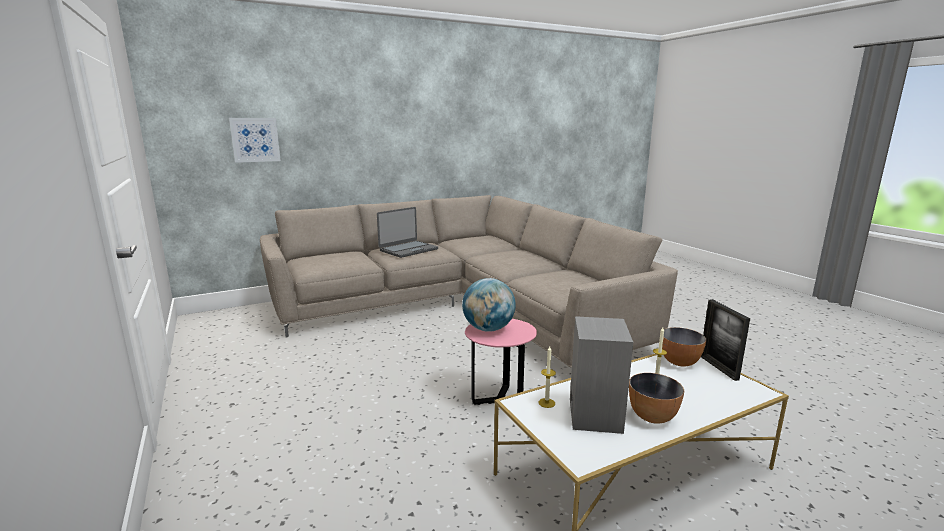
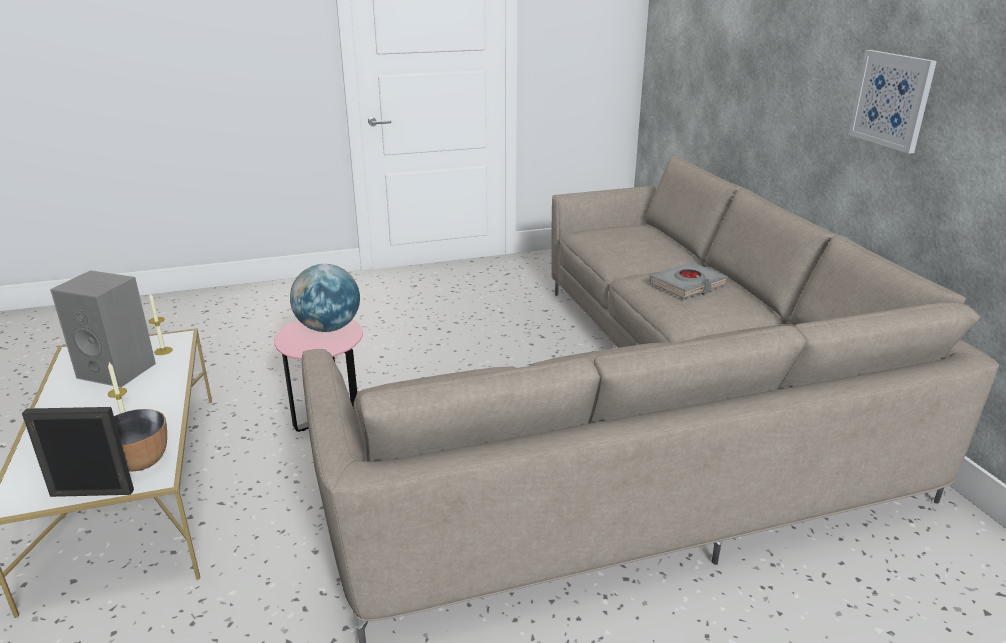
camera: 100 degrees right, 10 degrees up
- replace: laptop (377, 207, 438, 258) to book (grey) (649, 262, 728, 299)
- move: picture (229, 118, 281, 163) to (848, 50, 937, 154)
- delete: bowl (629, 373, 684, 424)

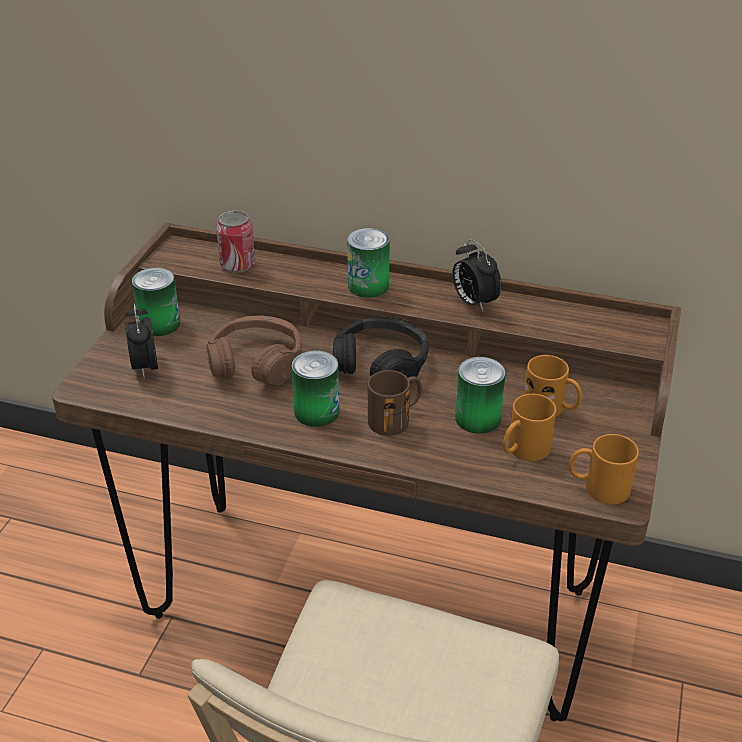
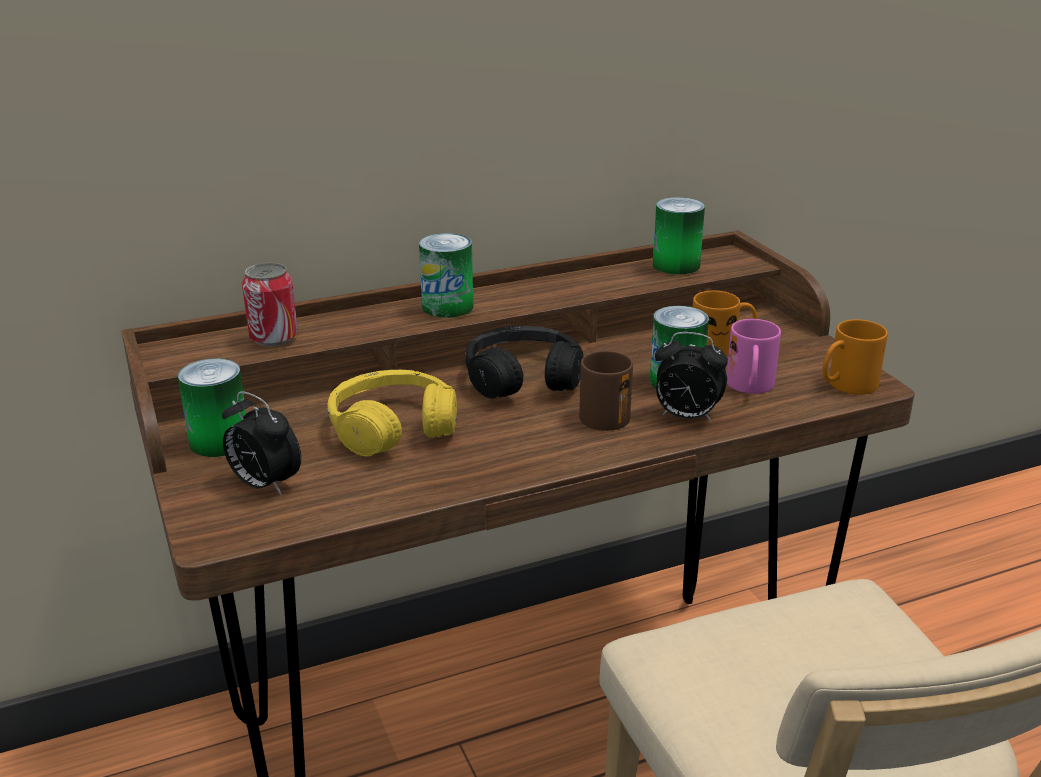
camera: 40 degrees left, 10 degrees down
- recolor: headphones (brown) (207, 315, 302, 385) to headphones (yellow) (327, 370, 457, 457)
- move: can (292, 350, 339, 427) to (653, 197, 705, 275)
- move: alarm clock (452, 239, 501, 312) to (655, 332, 728, 422)
- recolor: mug (orange) (503, 394, 556, 461) to mug (pink) (727, 319, 781, 394)

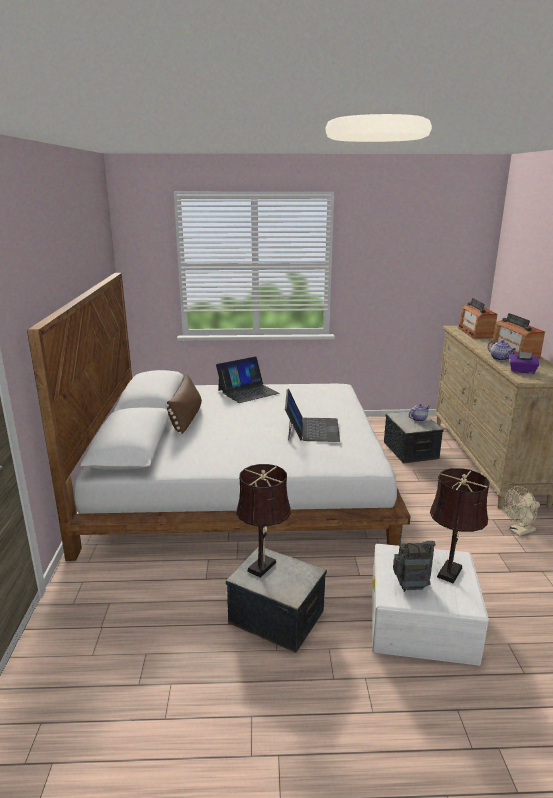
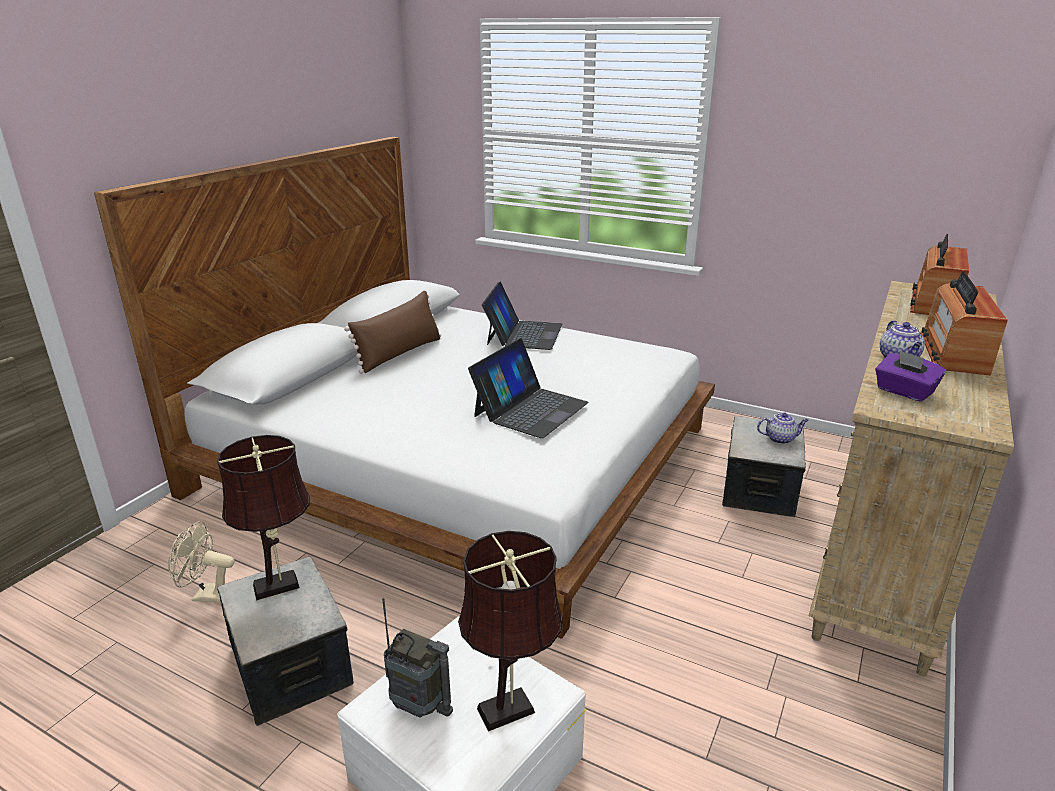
camera: 30 degrees right, 5 degrees up
- move: fan (beige) (504, 486, 540, 536) to (168, 521, 234, 603)
- rotate: laptop (216, 357, 279, 403) = (482, 282, 562, 350) 75 degrees counterclockwise

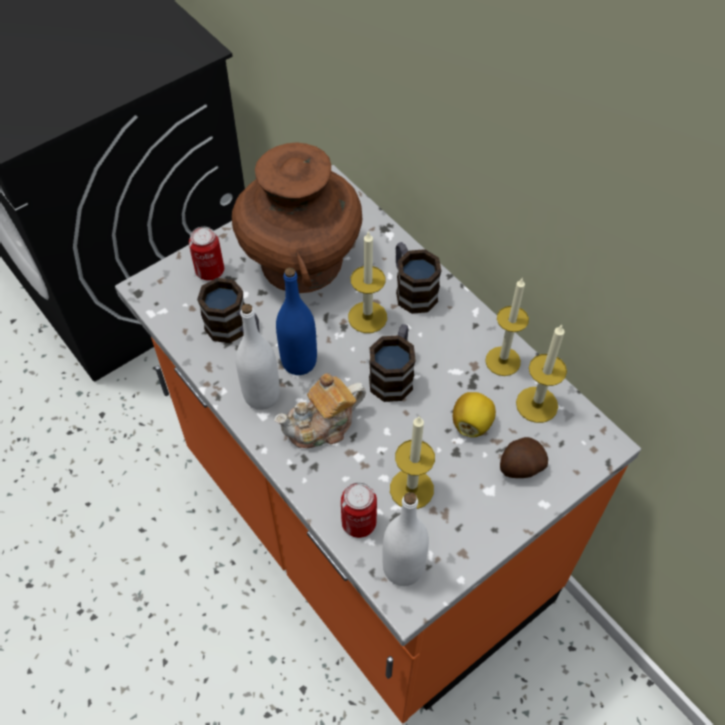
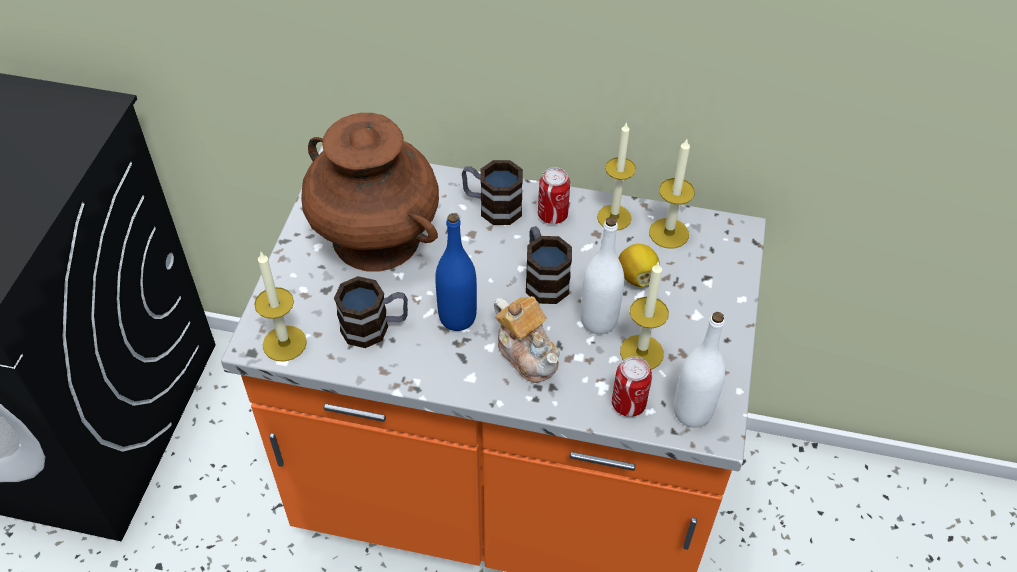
camera: 40 degrees left, 5 degrees down
- move: candle (348, 231, 387, 333) to (254, 252, 307, 362)
- rotate: teapot (274, 373, 366, 448) = (494, 296, 560, 383) 60 degrees counterclockwise
- move: can (189, 227, 224, 280) to (538, 167, 570, 224)
- move: bottle (white) (236, 304, 280, 410) to (580, 217, 624, 334)
- delete: potato (500, 437, 548, 478)

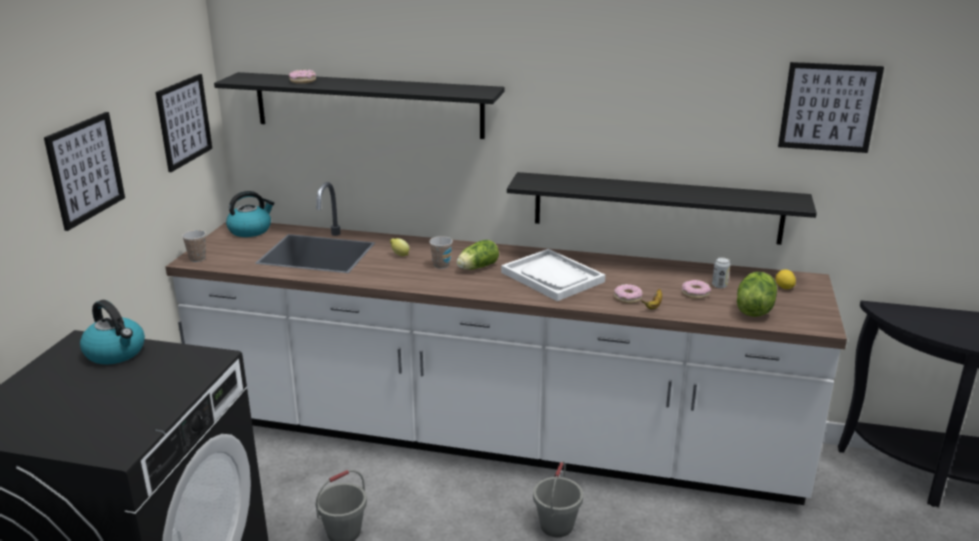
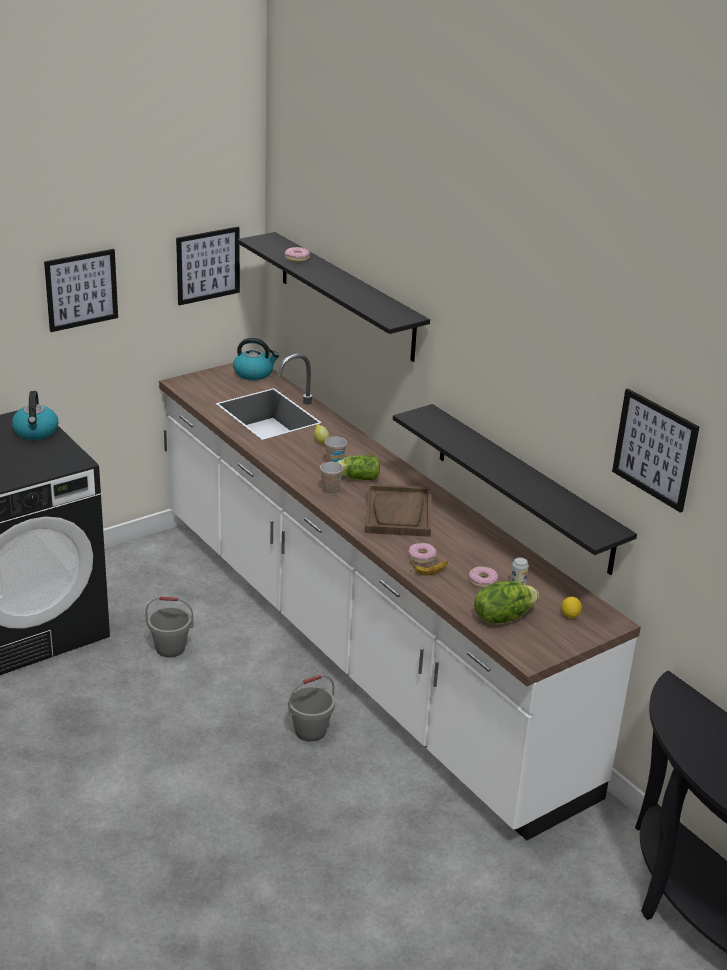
camera: 40 degrees right, 5 degrees up
- move: cup (182, 230, 206, 262) to (320, 462, 343, 494)
- recolor: tray (white) (501, 249, 605, 301) to tray (brown) (365, 484, 431, 537)

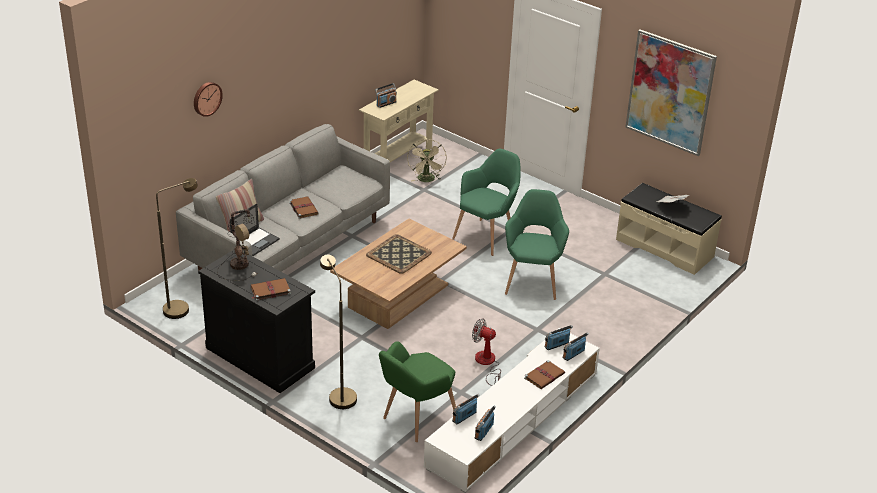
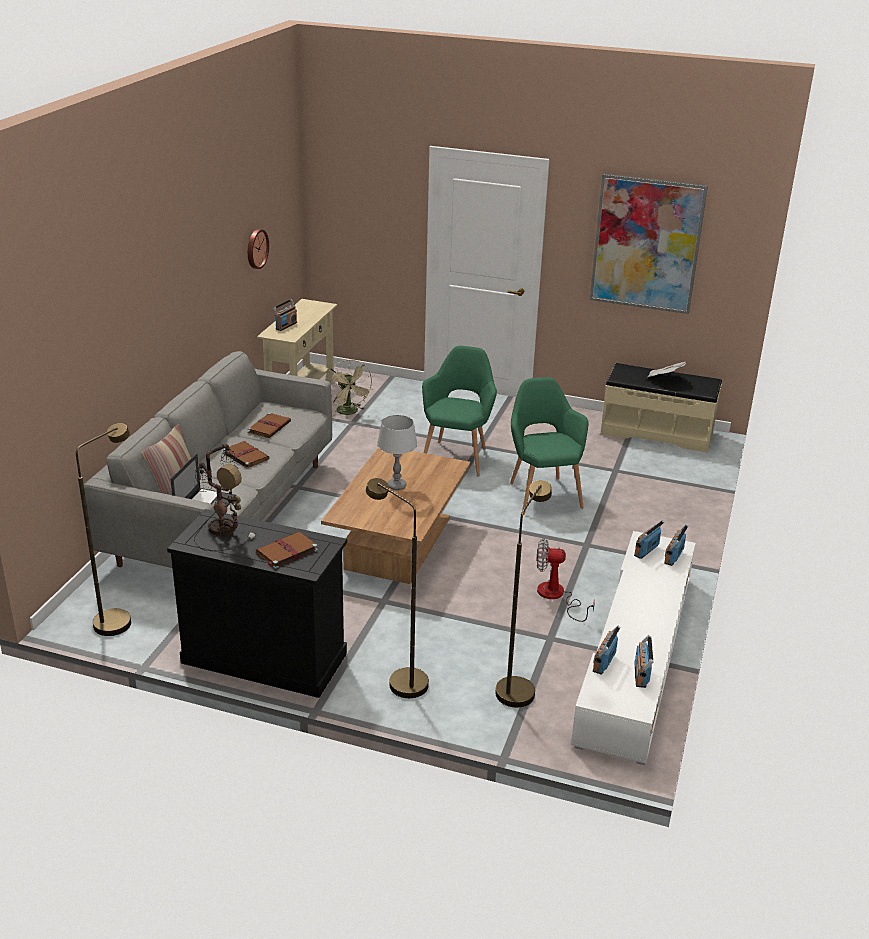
camera: 20 degrees left, 5 degrees down
- move: wall clock (194, 82, 223, 117) to (248, 229, 269, 269)
- move: book (brown) (524, 360, 565, 389) to (248, 412, 291, 438)
- replace: tray (366, 234, 432, 274) to table lamp (grey) (377, 415, 418, 490)
- replace: armchair (green) (379, 341, 456, 442) to floor lamp (brown) (496, 480, 552, 708)

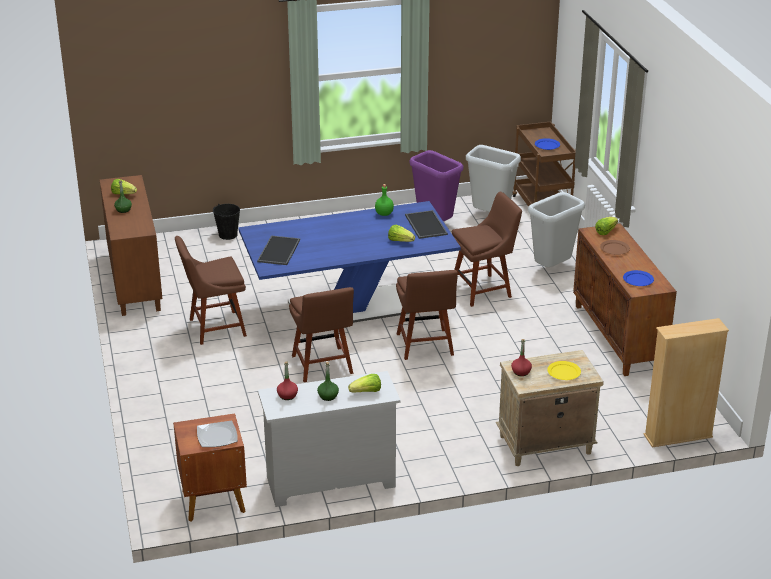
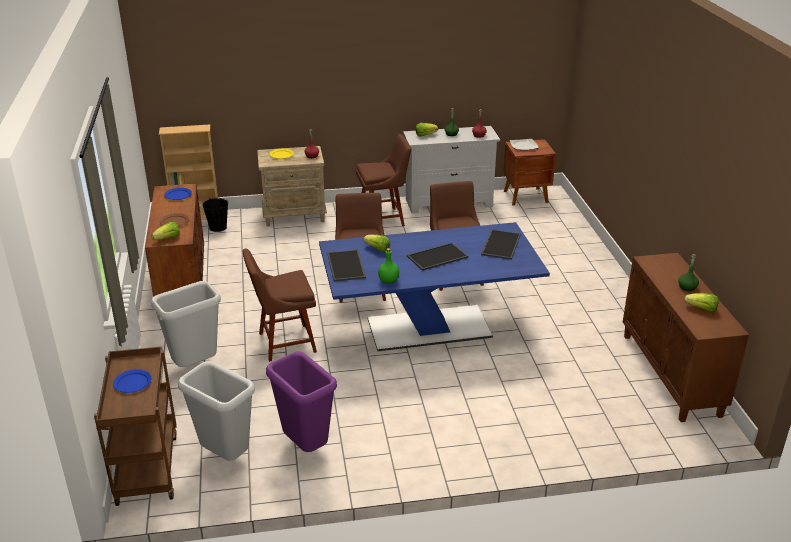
camera: 175 degrees left, 0 degrees up
- move: bucket (black) (213, 204, 240, 240) to (203, 198, 228, 232)
- move: chair (brown) (175, 236, 247, 345) to (356, 134, 411, 226)
- insert: tray (407, 243, 469, 271)

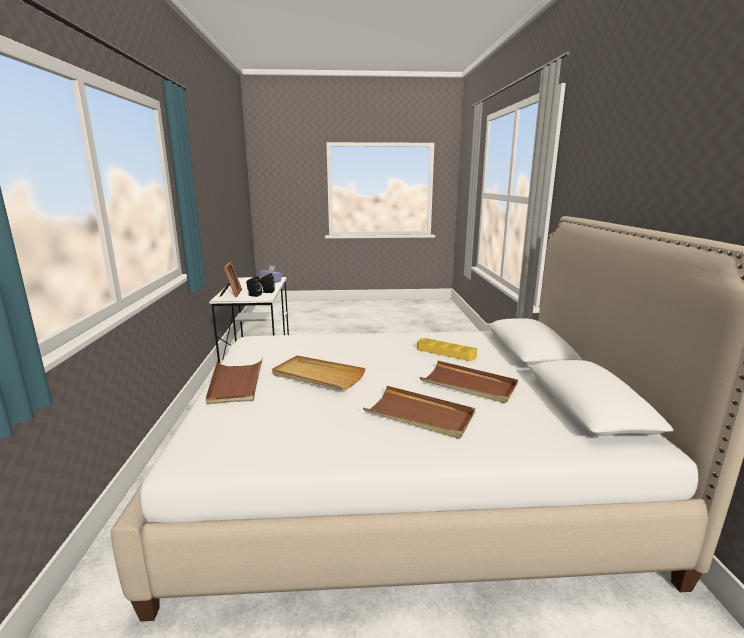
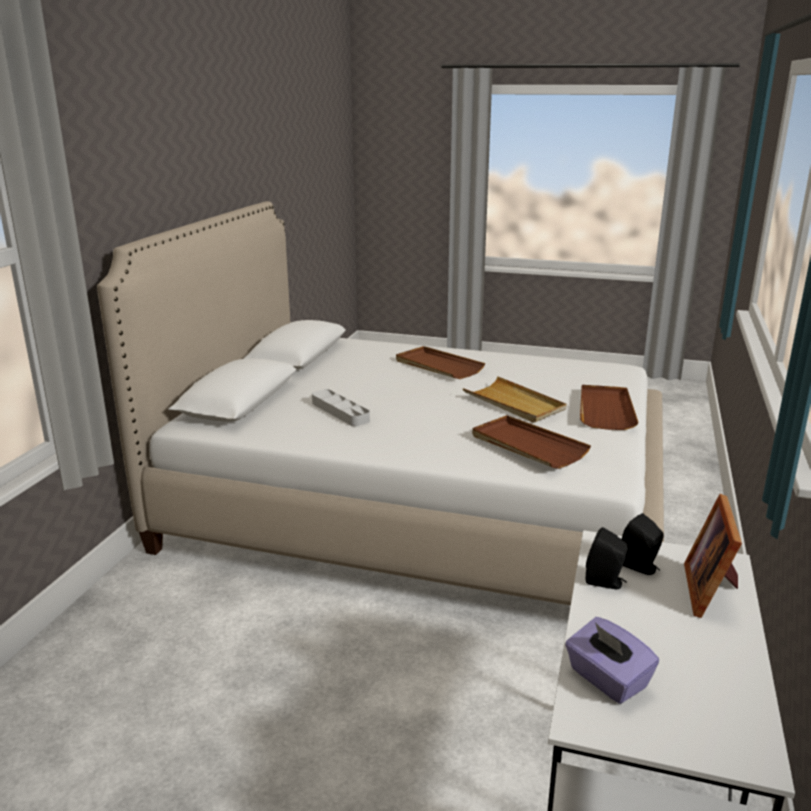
camera: 160 degrees left, 5 degrees up
- recolor: tray (yellow) (417, 338, 477, 361) to tray (grey) (312, 389, 370, 426)
- move: tray (brown) (420, 361, 518, 403) to (472, 415, 591, 469)

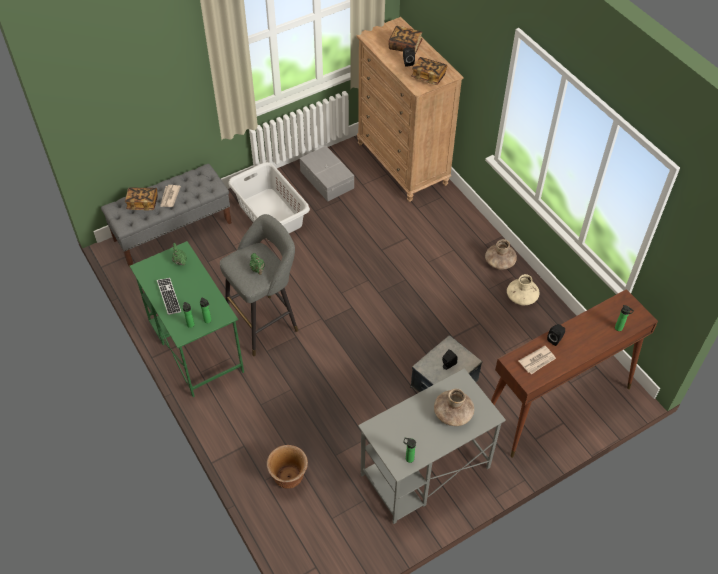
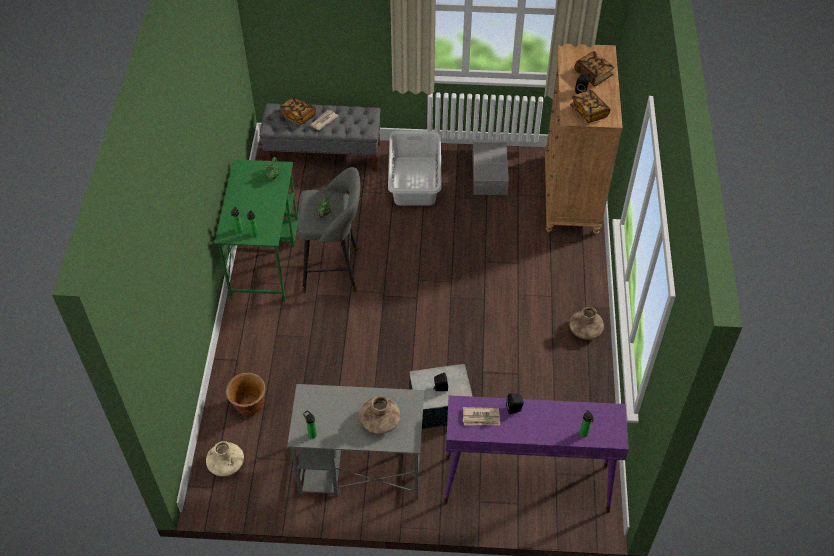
camera: 35 degrees right, 0 degrees up
- move: vase (beige) (507, 274, 539, 305) to (206, 441, 244, 477)
- recolor: console table (brown) (491, 289, 658, 458) to console table (purple) (444, 395, 629, 513)
- delete: keyboard (157, 278, 181, 315)

